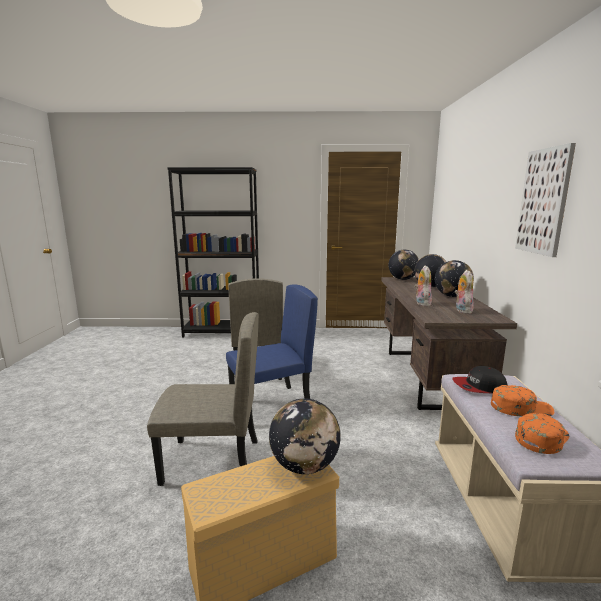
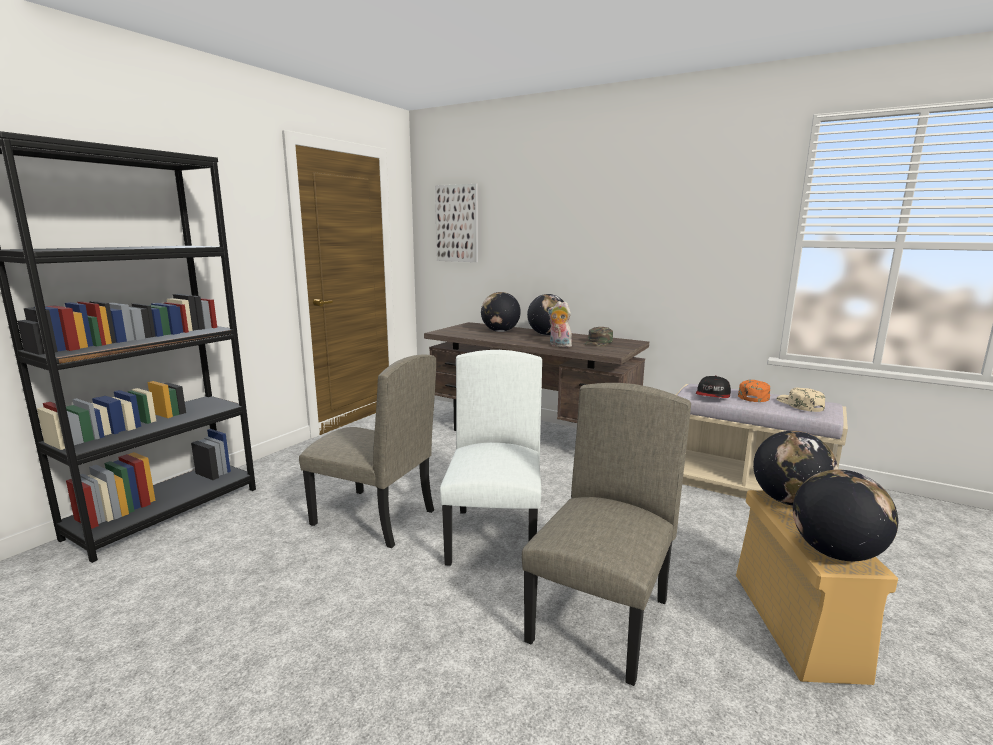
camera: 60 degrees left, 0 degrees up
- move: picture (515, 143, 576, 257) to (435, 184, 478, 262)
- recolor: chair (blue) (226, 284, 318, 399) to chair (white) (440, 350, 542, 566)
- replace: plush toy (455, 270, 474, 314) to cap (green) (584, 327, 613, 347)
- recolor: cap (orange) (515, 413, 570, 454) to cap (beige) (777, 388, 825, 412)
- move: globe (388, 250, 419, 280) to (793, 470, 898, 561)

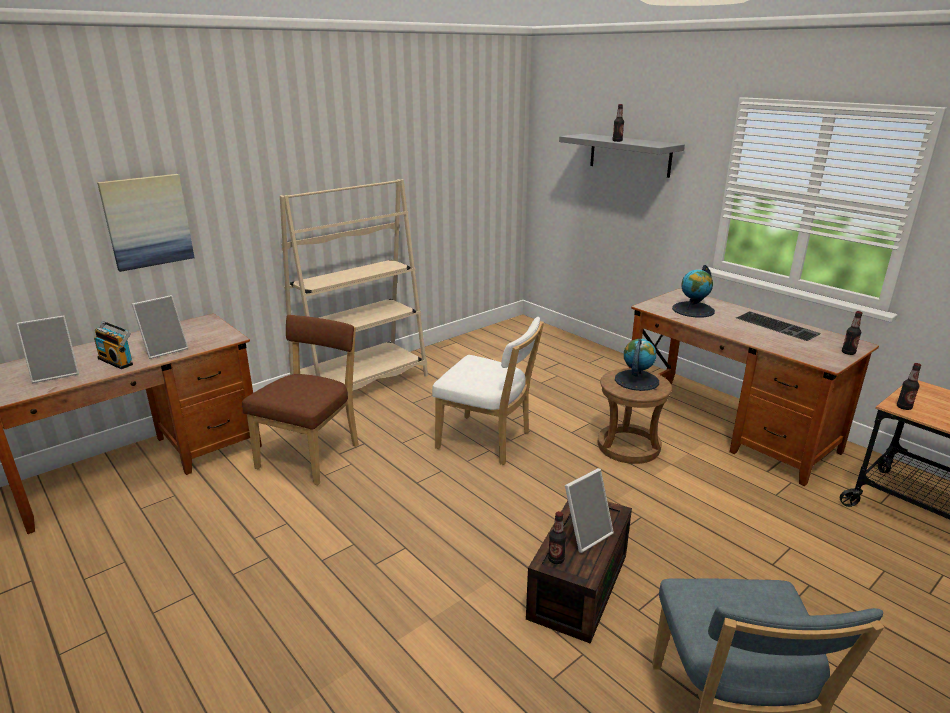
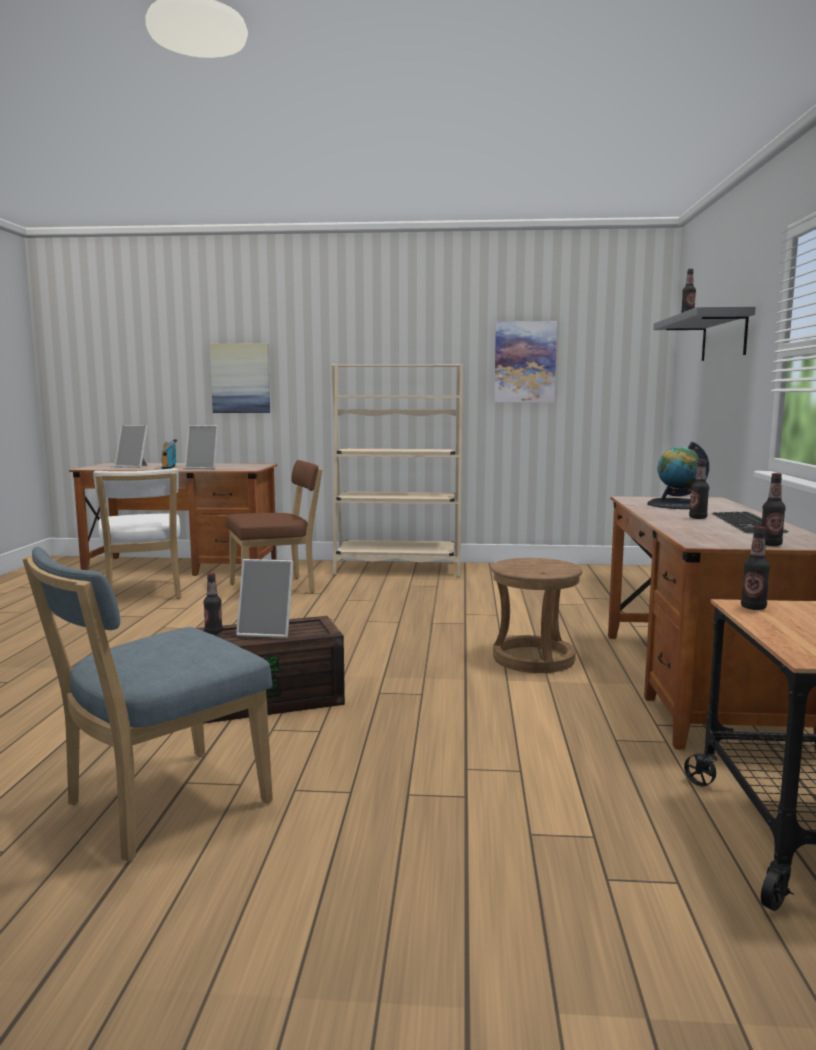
camera: 45 degrees right, 15 degrees down
- move: chair (white) (432, 317, 544, 465) to (93, 468, 181, 599)
- insert: picture (494, 321, 557, 403)
- insert: bottle (689, 459, 709, 519)
- delete: globe (615, 339, 659, 391)

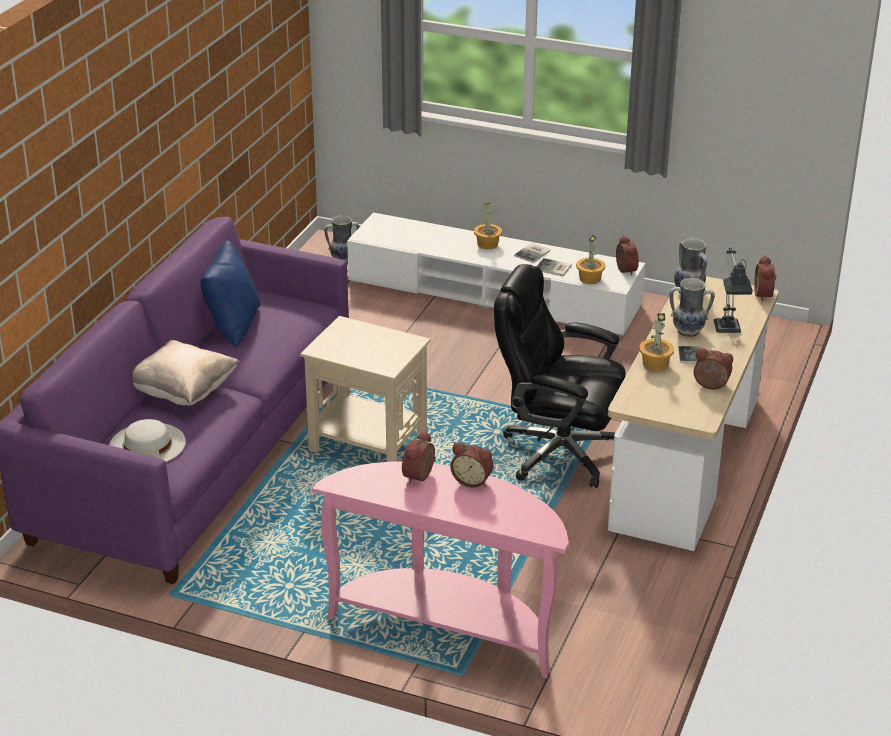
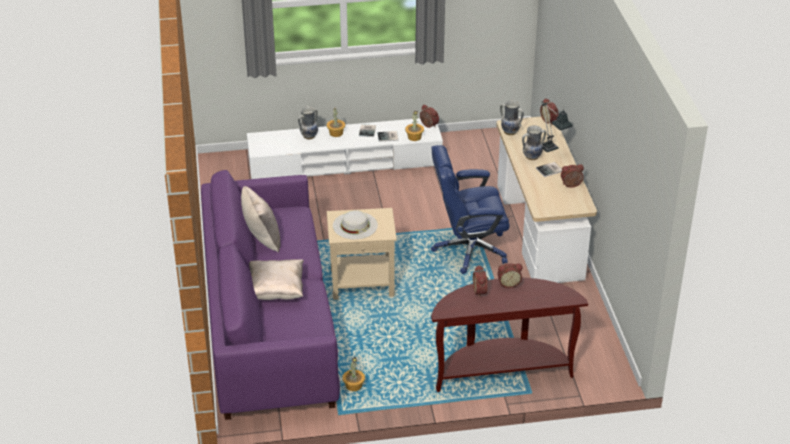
camera: 30 degrees left, 5 degrees up
- recolor: pillow (blue) (201, 240, 260, 348) to pillow (beige) (241, 186, 280, 252)
- move: vase (324, 216, 360, 264) to (298, 106, 318, 139)
- move: hat (white) (109, 419, 186, 462) to (333, 210, 378, 239)
- move: potted plant (639, 313, 674, 371) to (343, 357, 365, 391)
- recolor: office chair (black) (494, 264, 626, 488) to office chair (blue) (431, 145, 510, 274)
- recolor: console table (pink) (312, 461, 569, 679) to console table (brown) (431, 278, 588, 392)

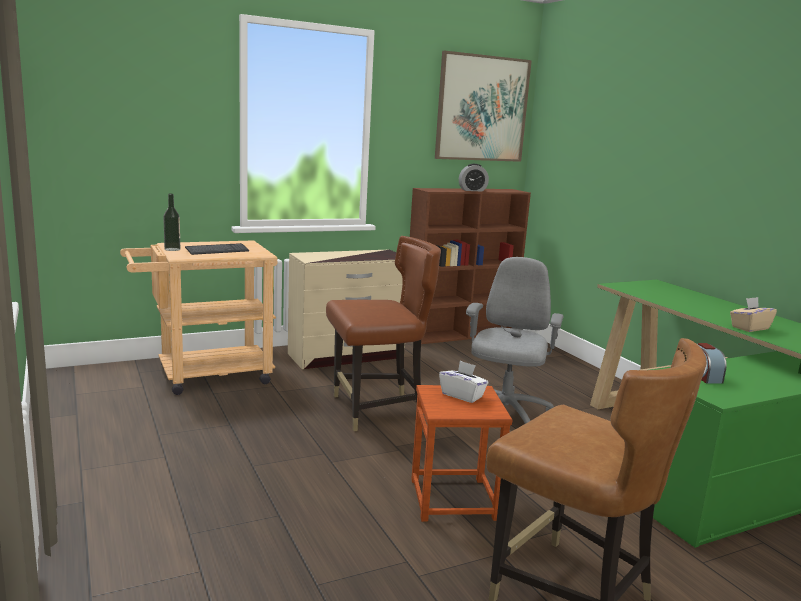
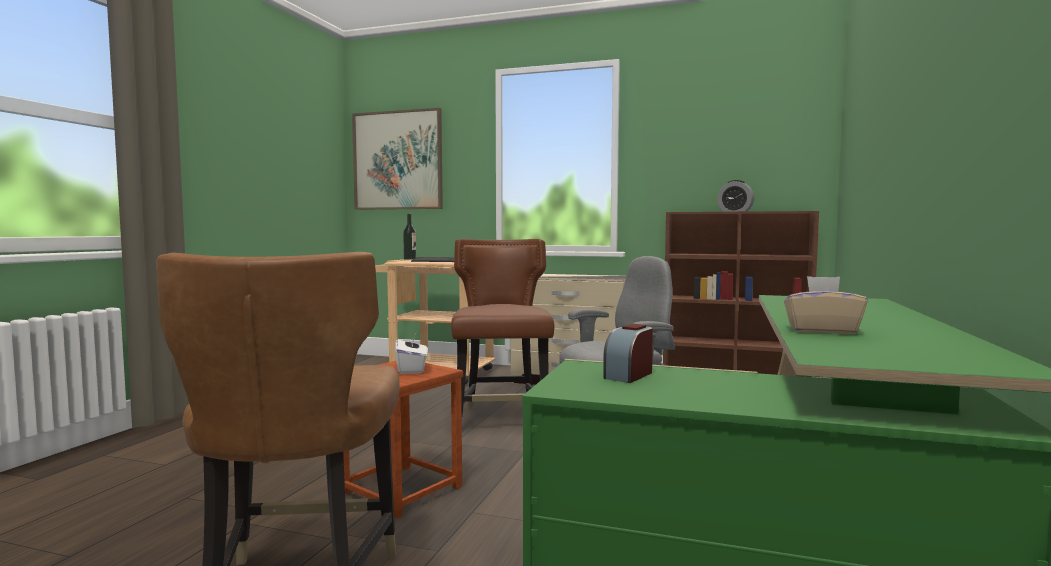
camera: 45 degrees right, 10 degrees down
- move: picture (435, 51, 532, 162) to (352, 108, 443, 210)
- rotate: chair (brown) (326, 236, 441, 431) = (451, 239, 554, 415) 120 degrees counterclockwise

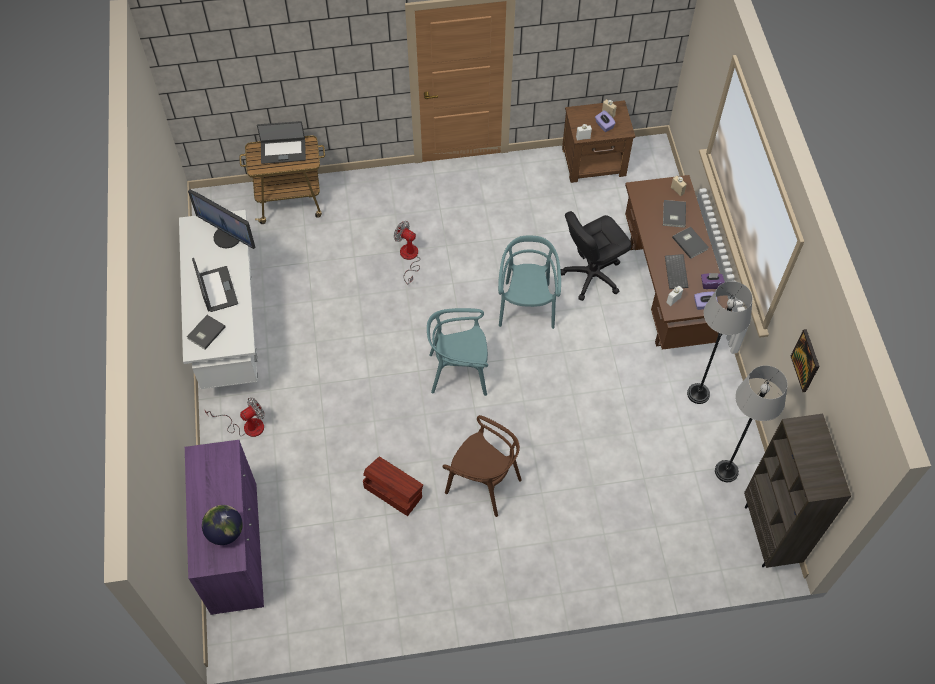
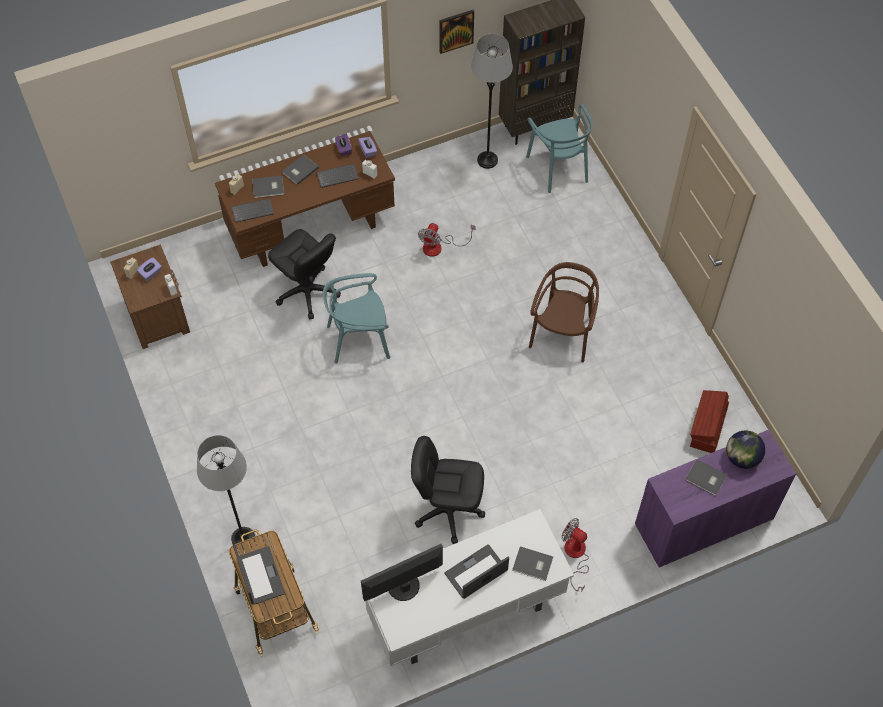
camera: 105 degrees left, 0 degrees up
- move: floor lamp (grey) (687, 281, 753, 404) to (197, 435, 255, 550)
- insert: keyboard (232, 198, 274, 222)
- rotate: monitor (188, 189, 255, 249) = (361, 544, 443, 601) 135 degrees counterclockwise
- insert: office chair (black) (411, 436, 485, 544)
- move: fan (394, 221, 420, 285) to (418, 223, 475, 257)
- move: chair (turquoise) (427, 308, 488, 396) to (526, 104, 593, 193)
- insert: book (grey) (685, 459, 728, 496)
- move: storage box (brown) (363, 456, 423, 516) to (690, 390, 729, 453)

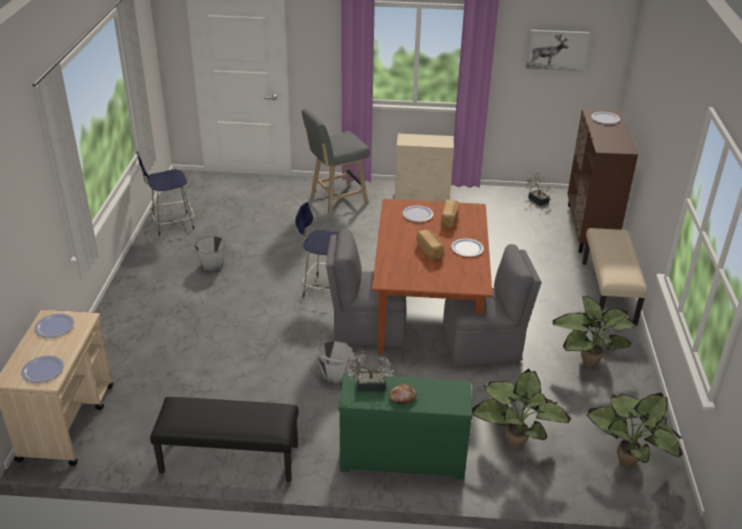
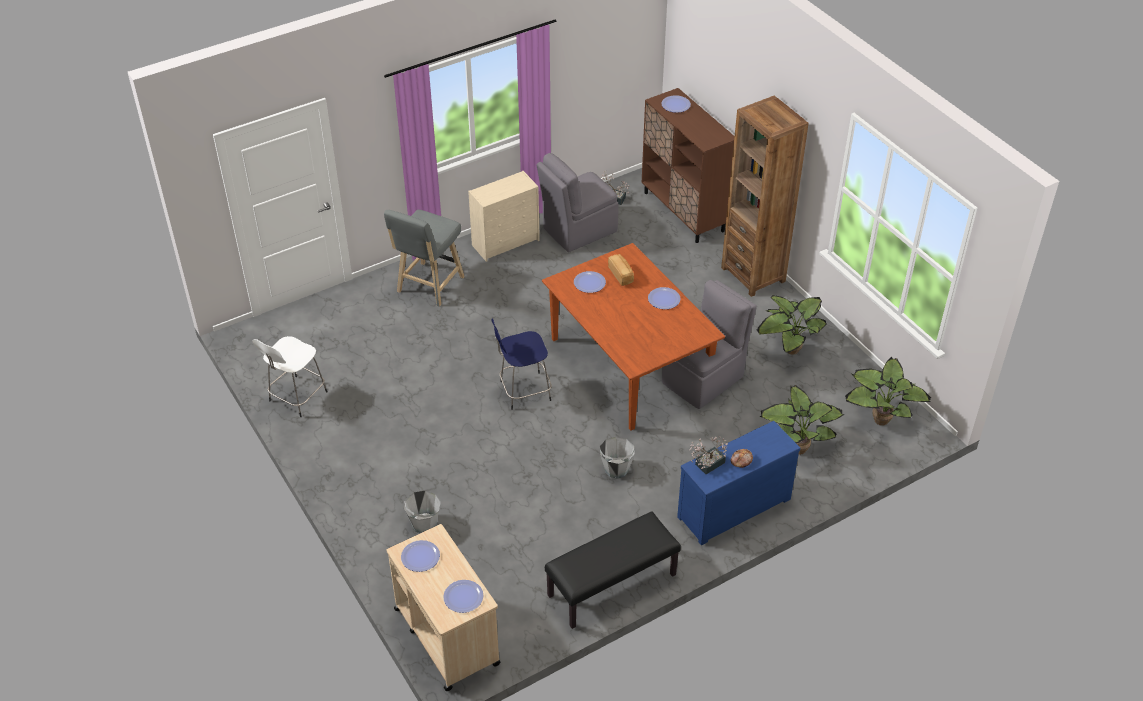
camera: 35 degrees left, 10 degrees up
- recolor: stool (blue) (137, 151, 194, 236) to stool (white) (253, 336, 328, 417)
- move: bucket (grey) (194, 236, 226, 271) to (404, 491, 441, 533)
- move: chair (grey) (326, 229, 407, 347) to (537, 153, 618, 252)
- recolor: dresser (green) (339, 374, 473, 480) to dresser (blue) (677, 421, 800, 545)
- replace: bench (beige) (582, 228, 647, 325) to bookcase (brown) (721, 96, 809, 297)
- delete: bread (417, 229, 444, 260)
- delete: picture (526, 30, 590, 71)

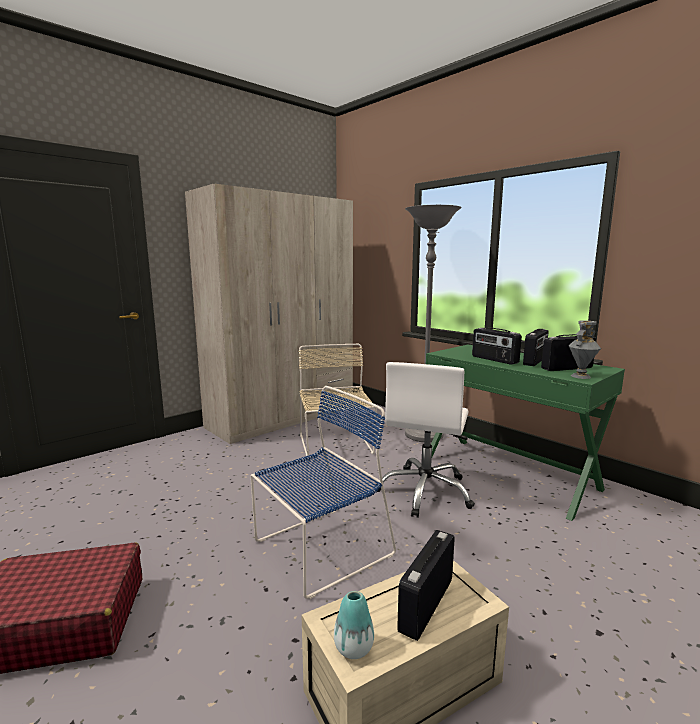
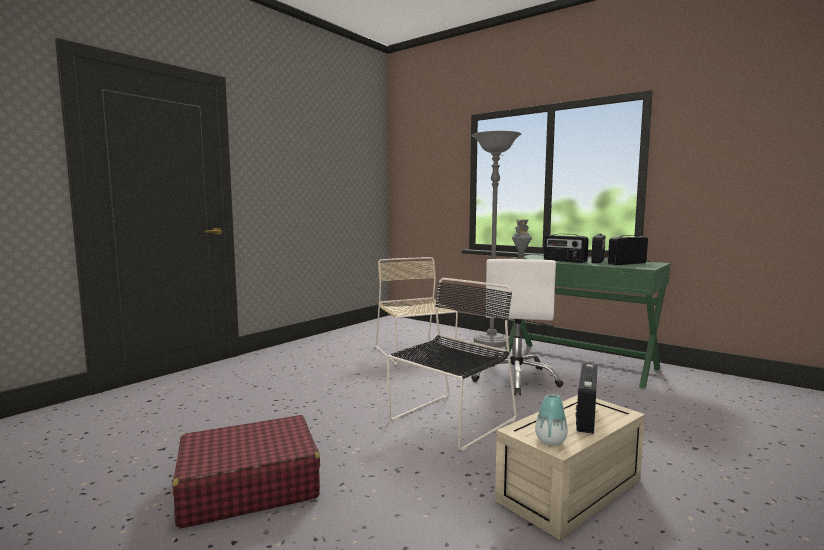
camera: 10 degrees left, 5 degrees down
- recolor: chair (blue) (250, 386, 396, 599) to chair (black) (387, 278, 517, 451)
- move: vase (grey) (568, 320, 601, 379) to (512, 219, 532, 259)
- delete: wardrobe (beige) (185, 184, 353, 444)

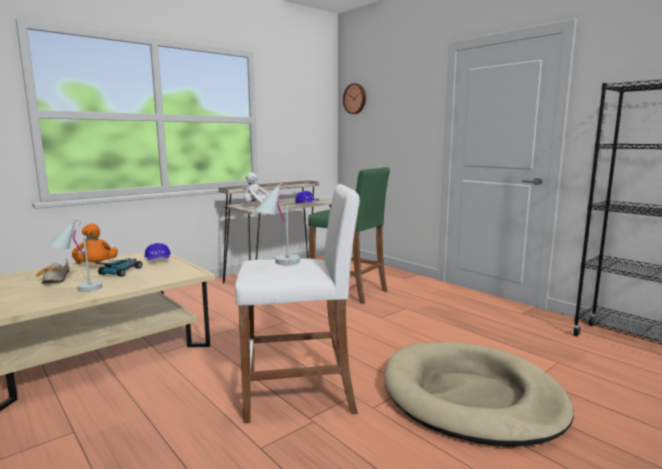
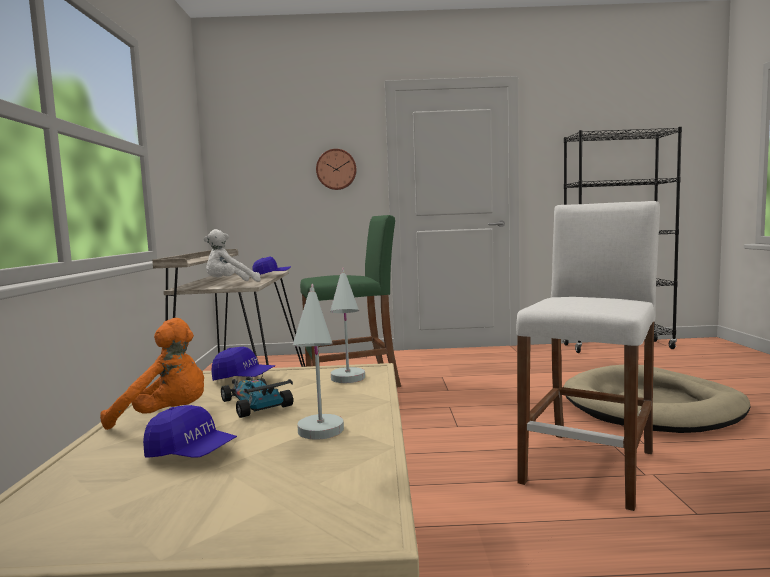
camera: 50 degrees left, 5 degrees down
- replace: shoe (35, 258, 69, 284) to cap (blue) (143, 405, 237, 458)
- move: wall clock (343, 83, 366, 114) to (316, 149, 357, 190)
- move: table lamp (white) (255, 183, 300, 265) to (330, 268, 365, 383)

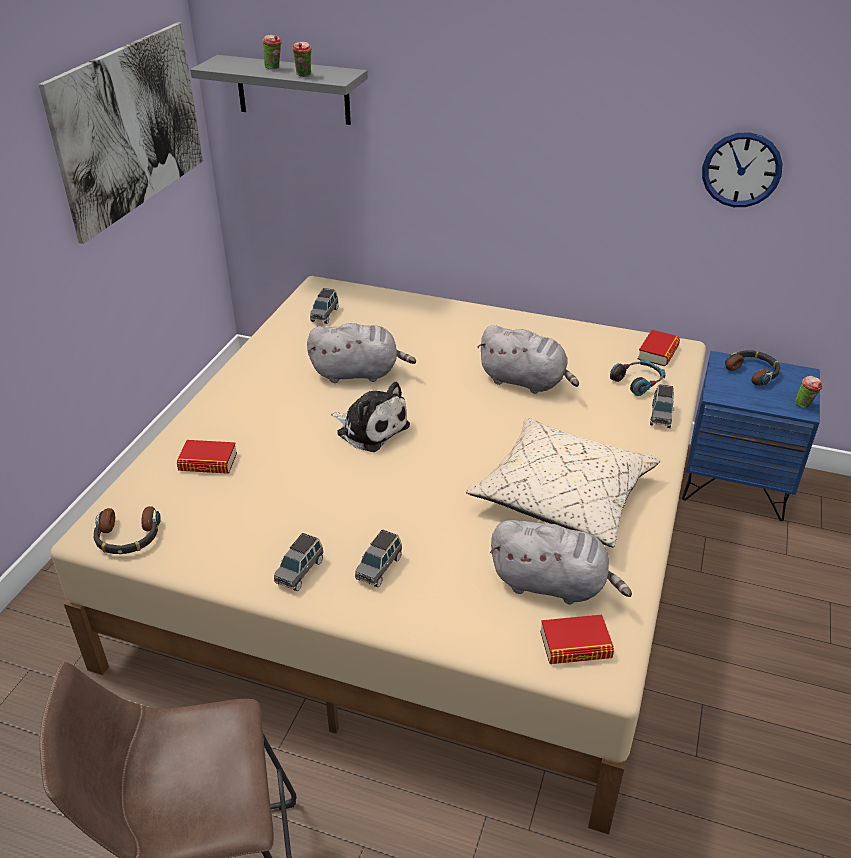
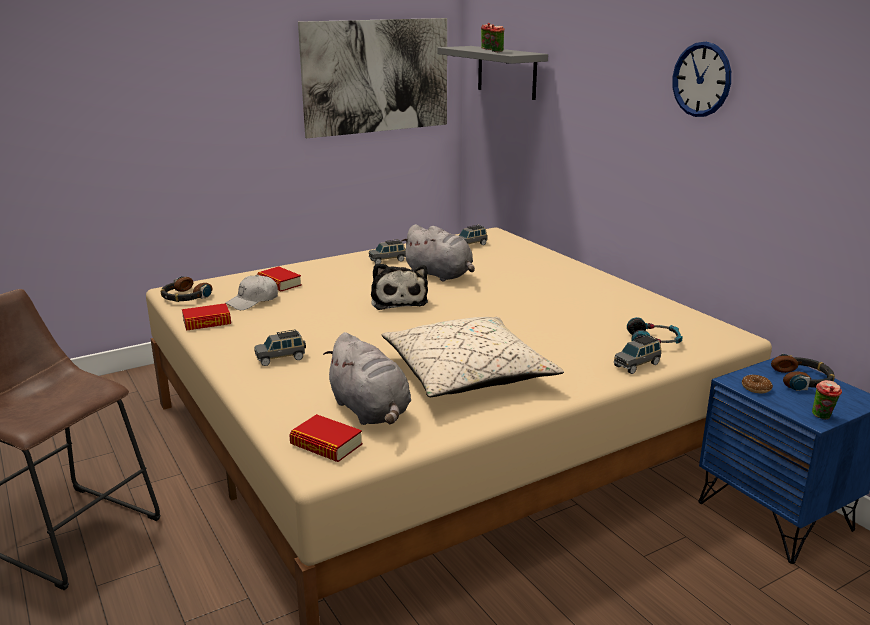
camera: 40 degrees right, 15 degrees down
- move: book (638, 330, 680, 366) to (182, 303, 231, 331)
- insert: cap (white) (225, 275, 278, 310)
- move: toy car (grey) (274, 533, 324, 591) to (369, 239, 406, 264)
- move: wall clock (702, 132, 783, 207) to (672, 42, 731, 117)
- insert: donut (742, 375, 773, 393)
- delete: plush toy (grey) (477, 325, 579, 394)

